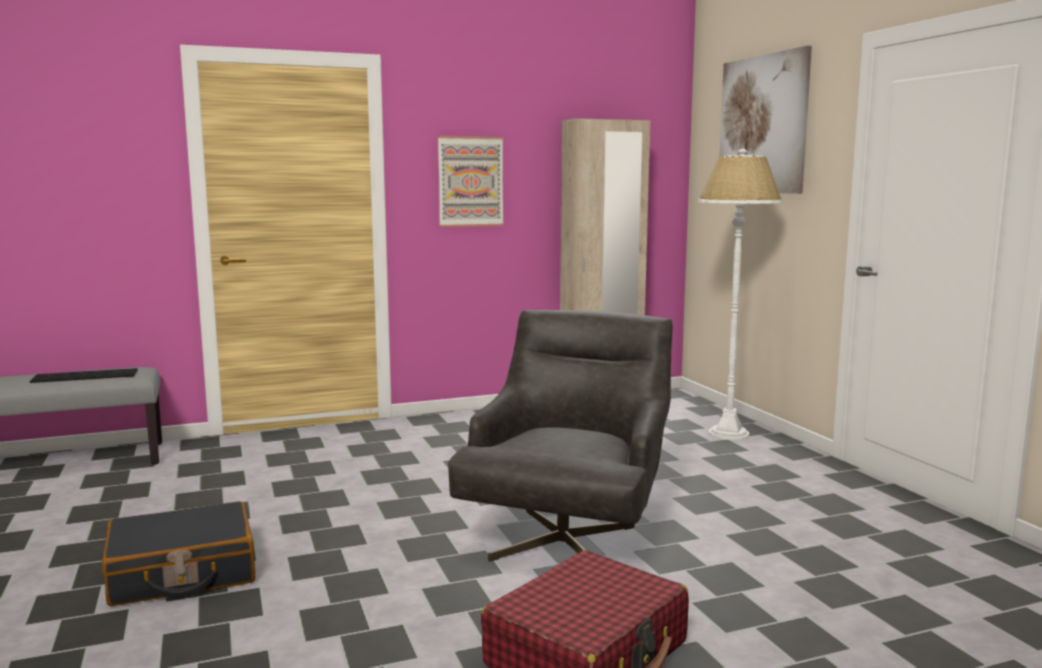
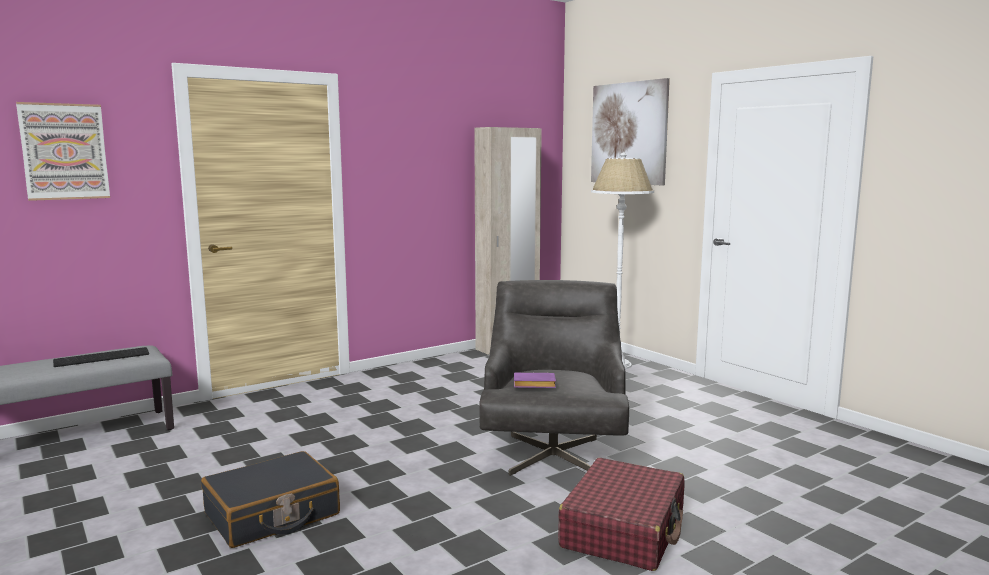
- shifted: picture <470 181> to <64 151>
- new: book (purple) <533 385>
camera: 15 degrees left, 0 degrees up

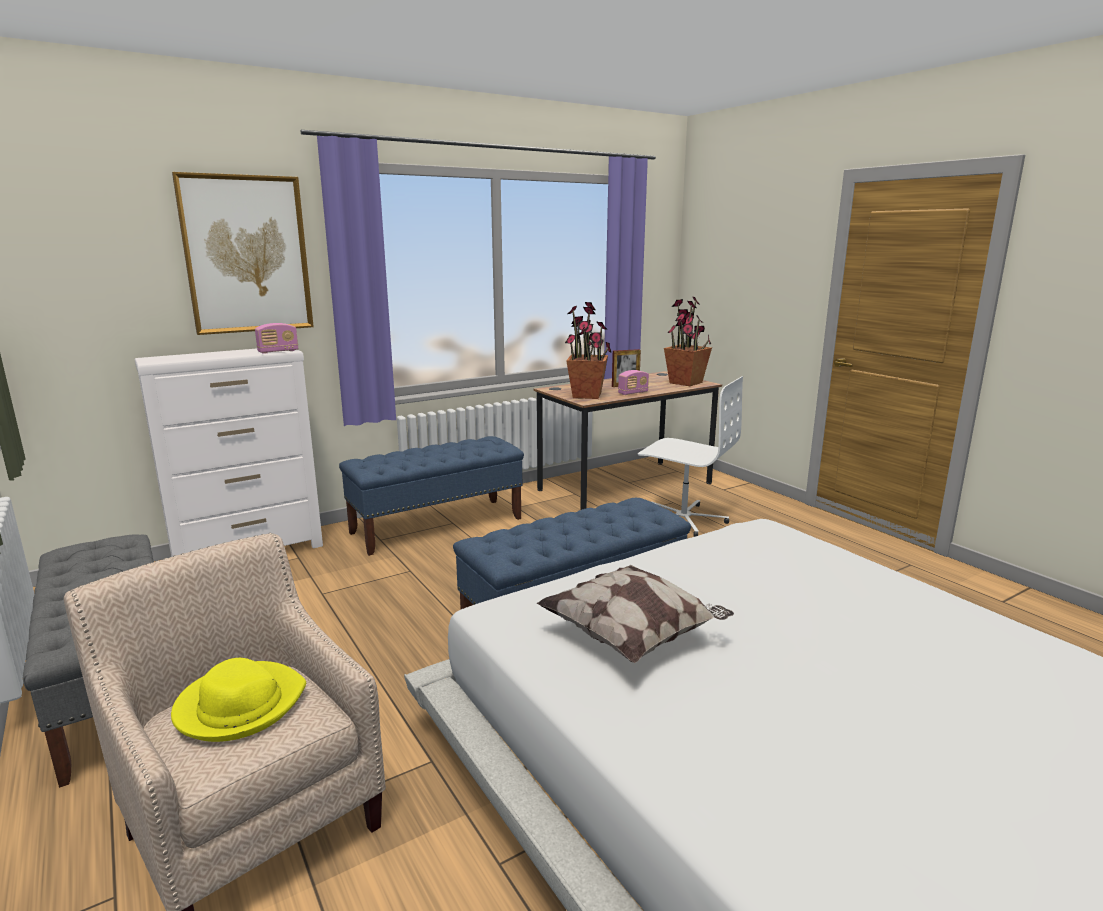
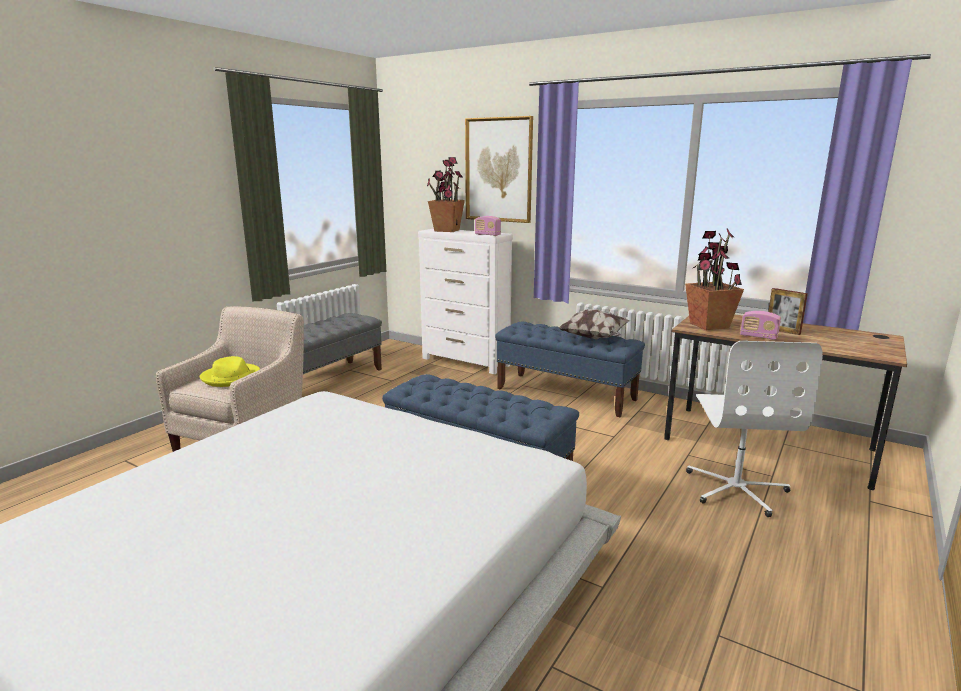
- shifted: potted plant <685 383> to <446 230>
- shifted: pillow <633 637> to <594 338>
camera: 65 degrees right, 0 degrees up

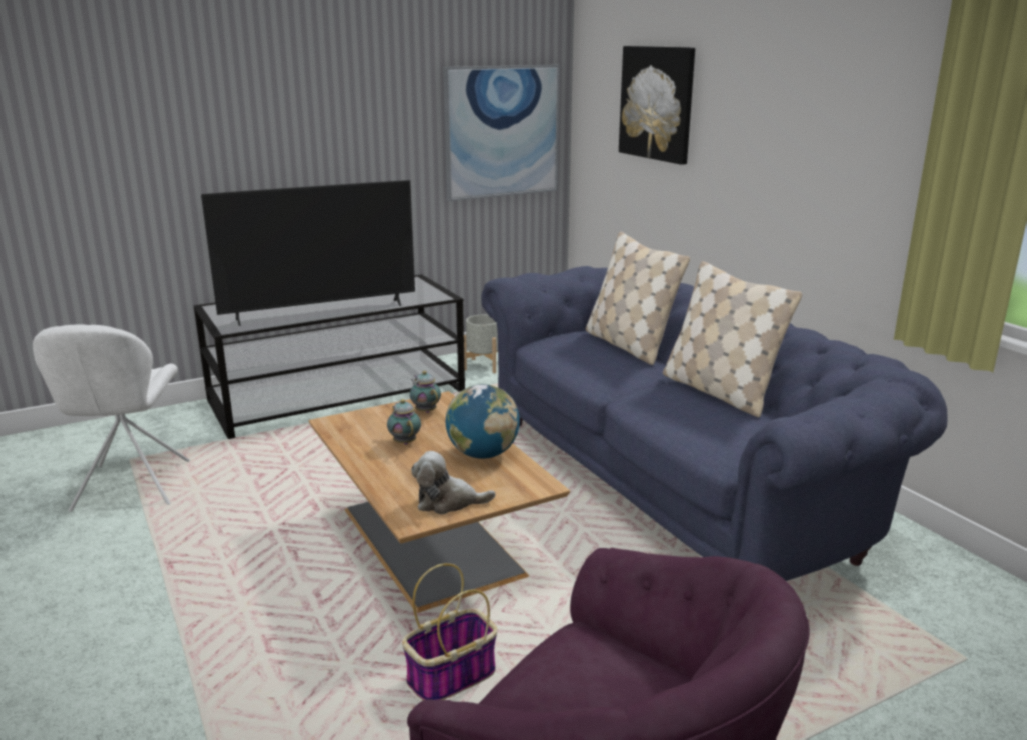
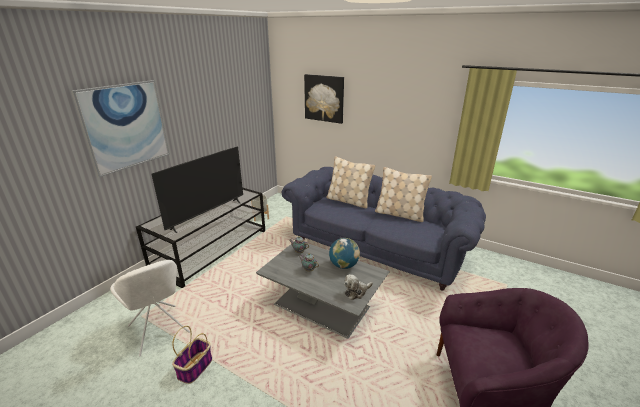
- shifted: picture <502 132> to <125 126>
- shifted: basket <451 677> to <195 368>
- repainted: coffee table (brown) <433 544> to coffee table (grey) <323 306>
camera: 30 degrees left, 5 degrees up

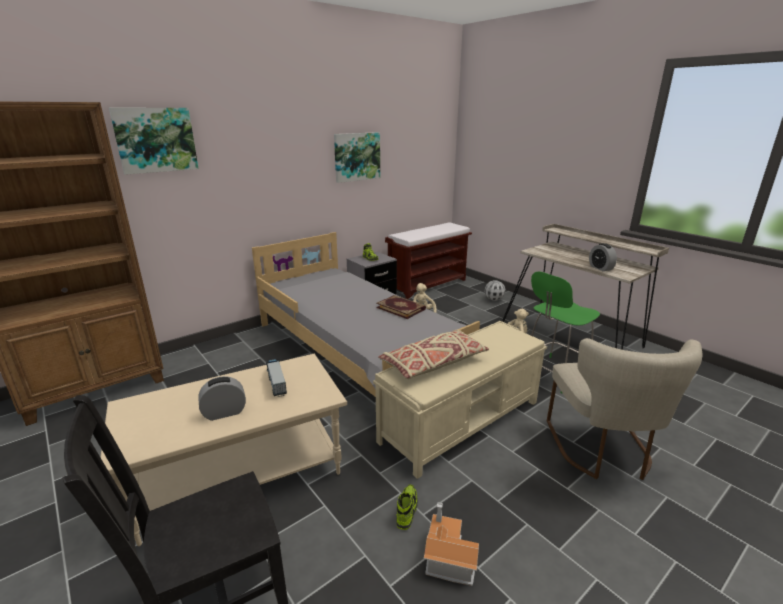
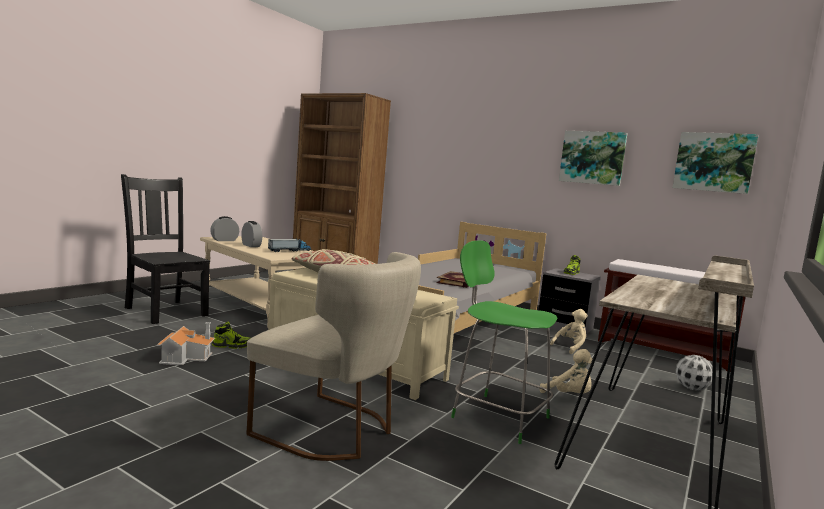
- shifted: alarm clock <600 268> to <224 240>
- rotated: chair (beige) <603 451> = <334 431> 135 degrees counterclockwise
- shifted: picture <155 140> to <713 162>
camera: 70 degrees right, 15 degrees down

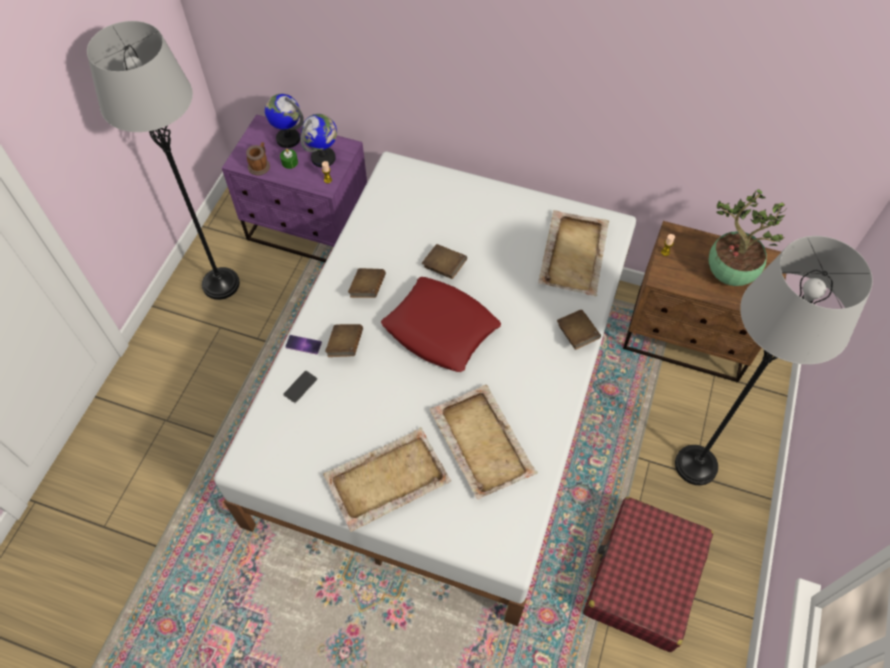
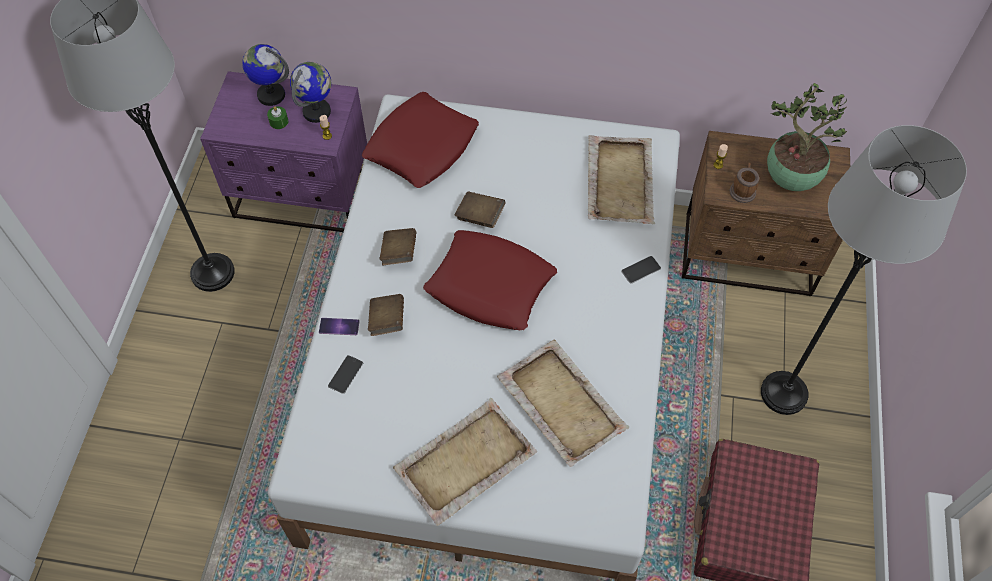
- new: pillow (red) <421 146>
- swapped: book (brown) <576 335> to phone <641 269>
- shifted: mug <260 165> to <742 189>
camera: 10 degrees left, 0 degrees up

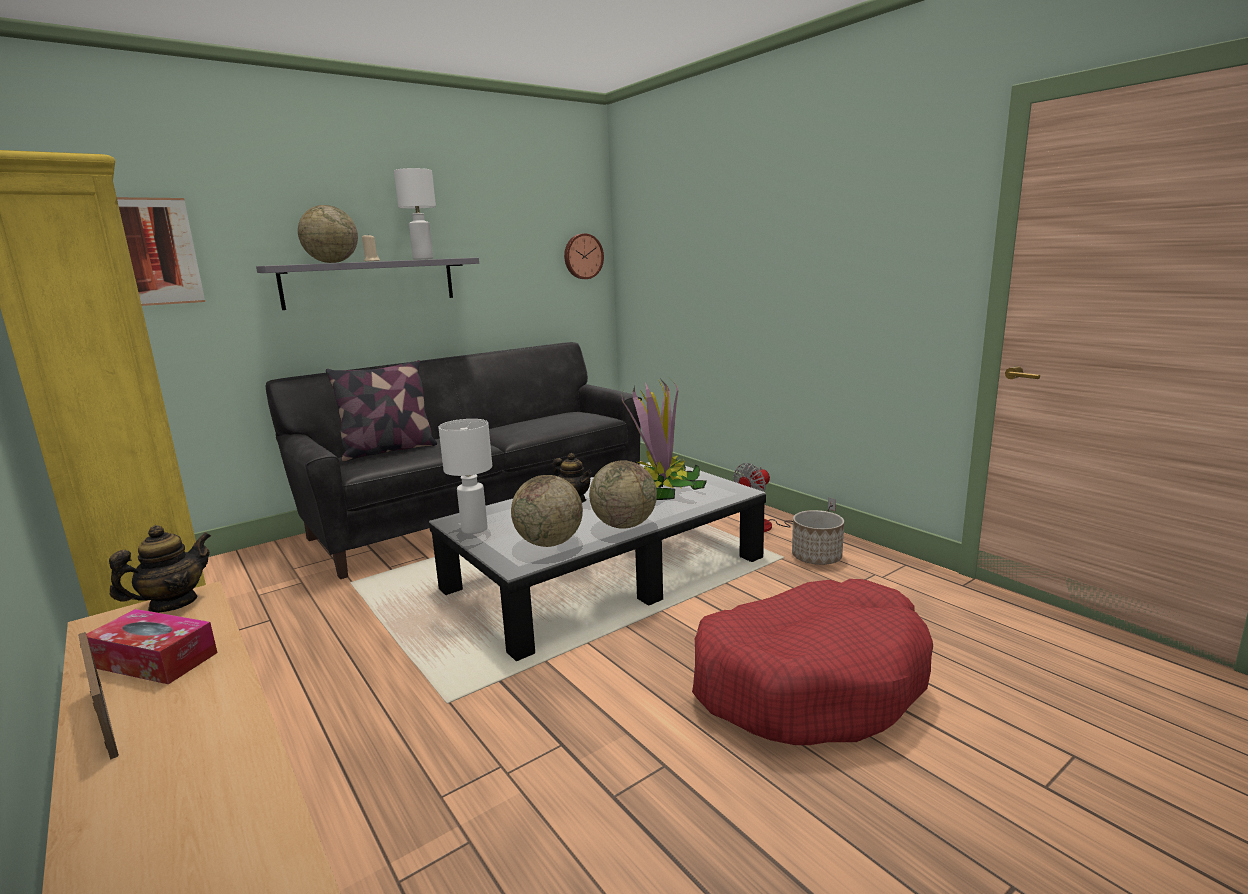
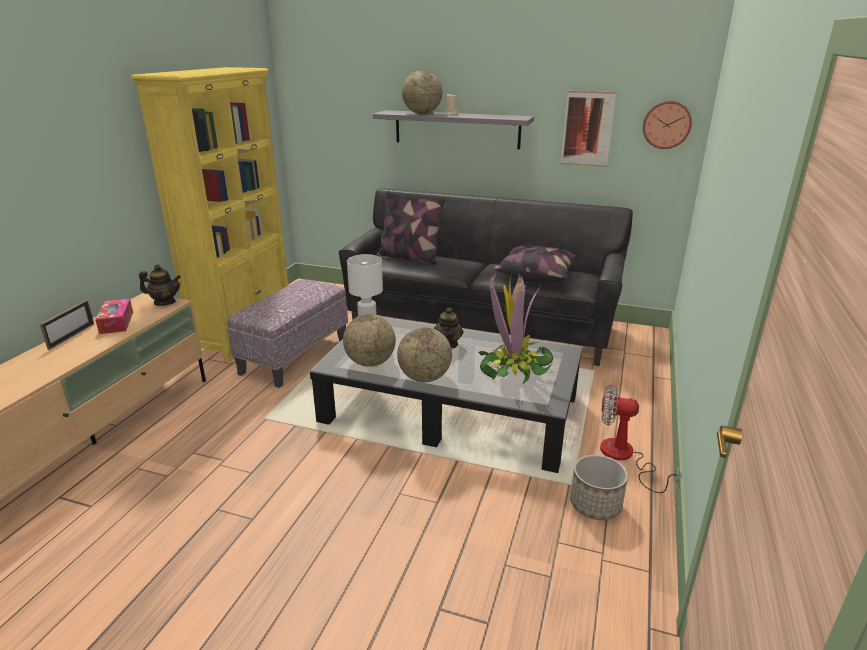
- new: ottoman <294 356>
- new: pillow <536 275>
- shifted: picture <156 252> to <587 129>
- gone: table lamp (white) <422 259>
- gone: dog bed (red) <809 681>
camera: 55 degrees right, 10 degrees up

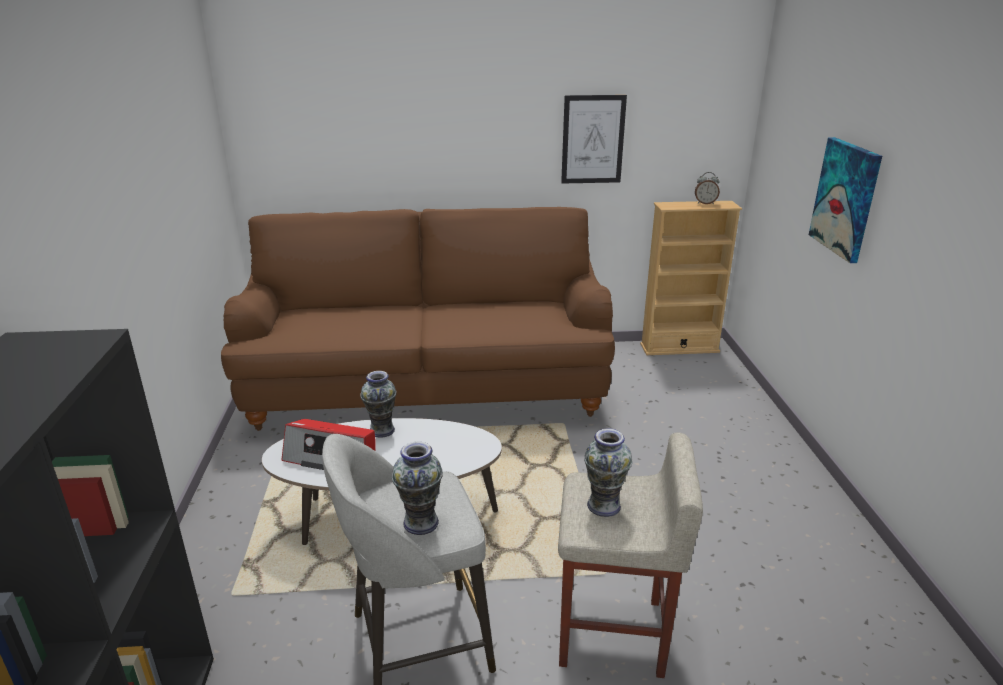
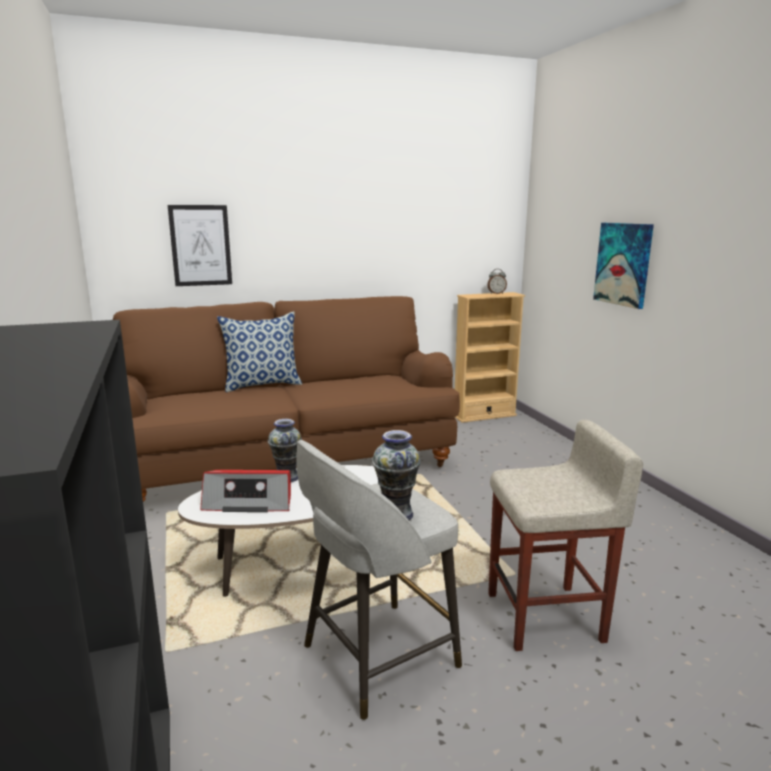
- shifted: picture <593 139> to <200 245>
- new: pillow <262 385>
- gone: vase <603 505>
camera: 15 degrees left, 10 degrees down

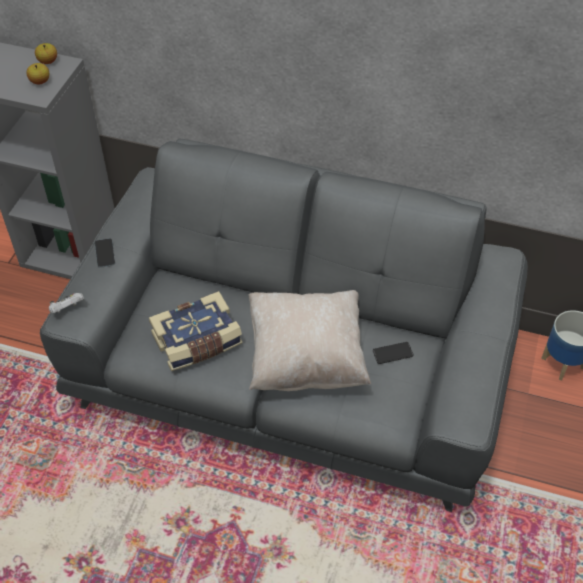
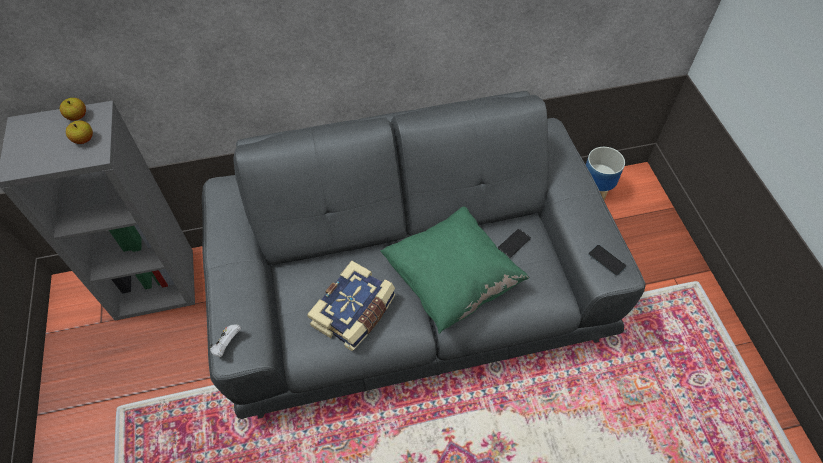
- repainted: pillow (beige) <306 358> to pillow (green) <451 281>
- shifted: phone <105 253> to <607 260>
camera: 30 degrees left, 5 degrees up

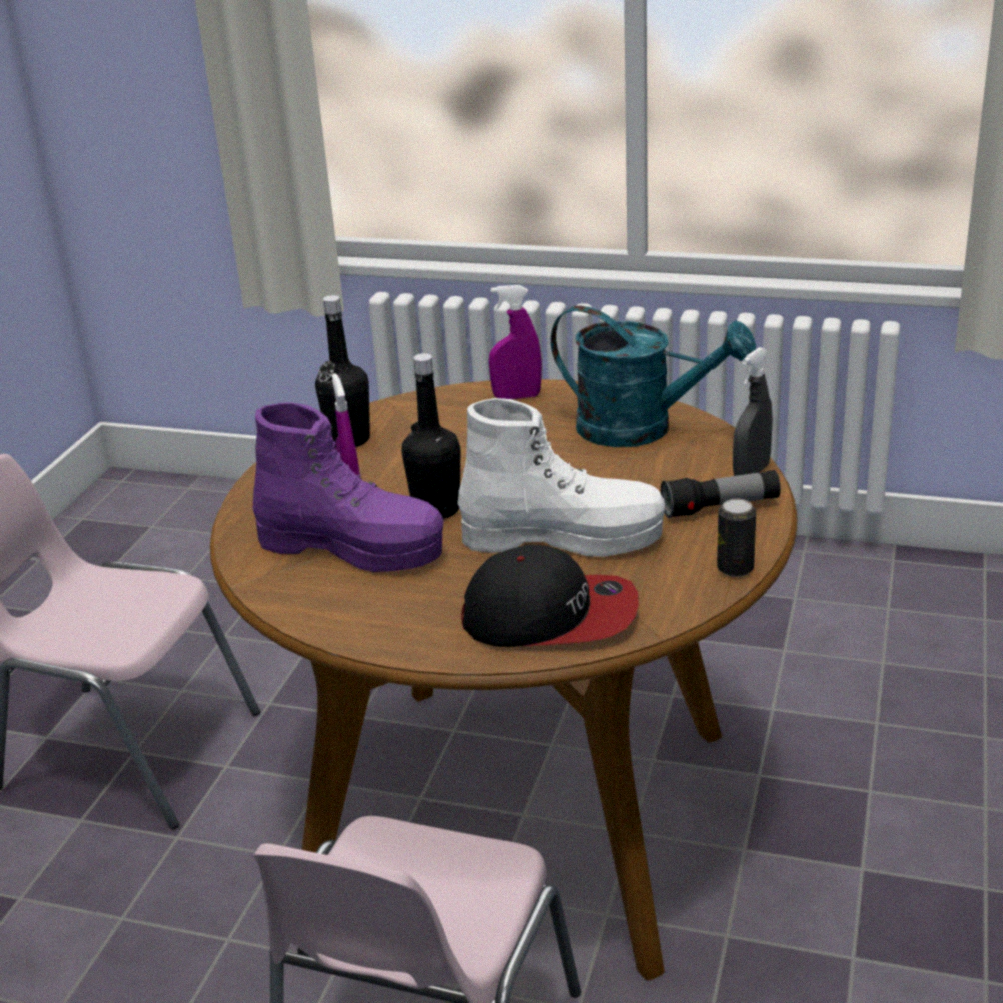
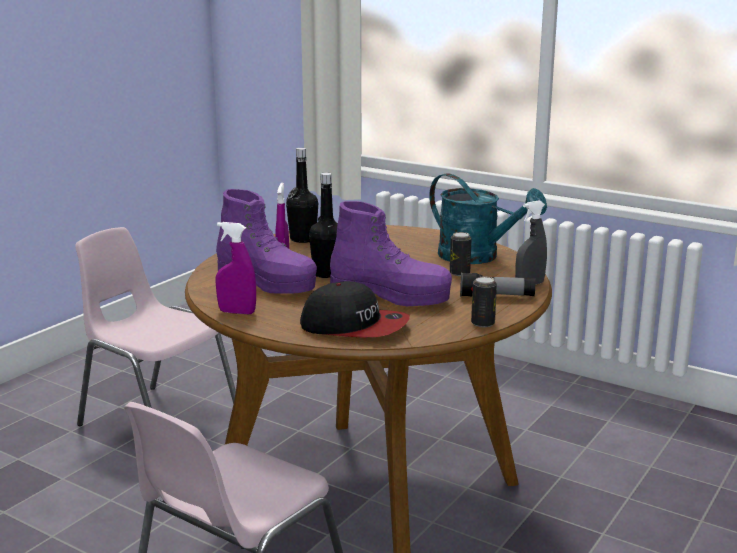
- shifted: spray bottle (purple) <517 396> to <237 312>
- repainted: boot (white) <563 537> to boot (purple) <390 295>
- new: can <459 273>
camera: 15 degrees right, 10 degrees down

